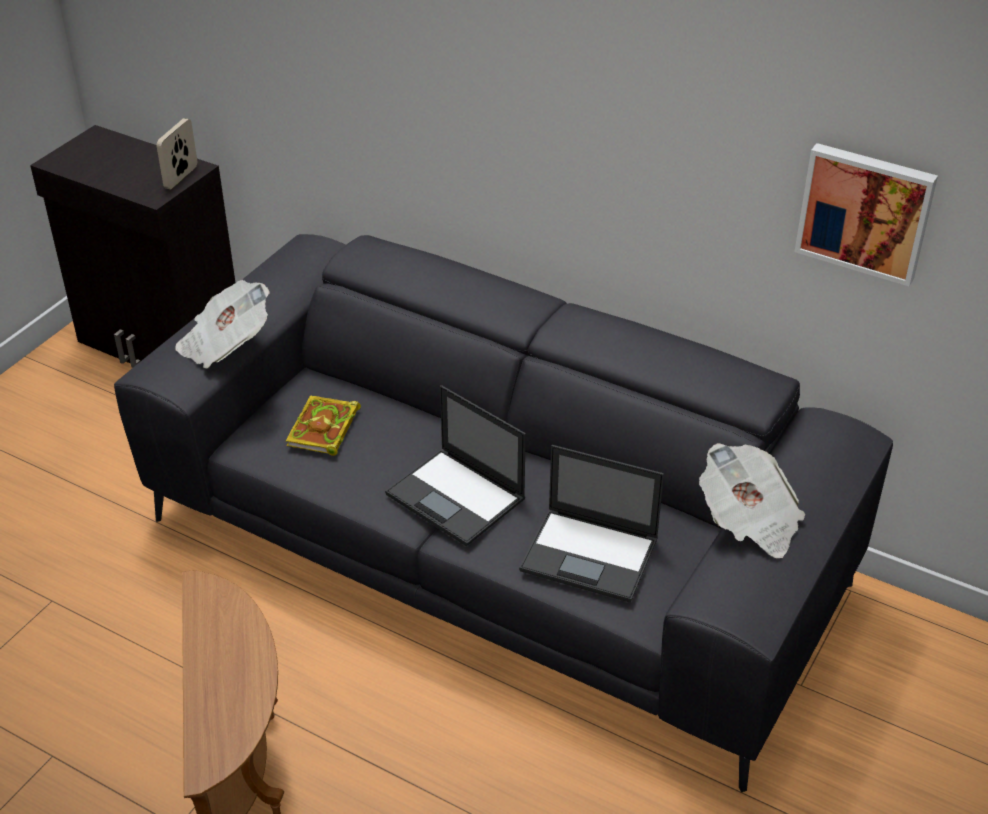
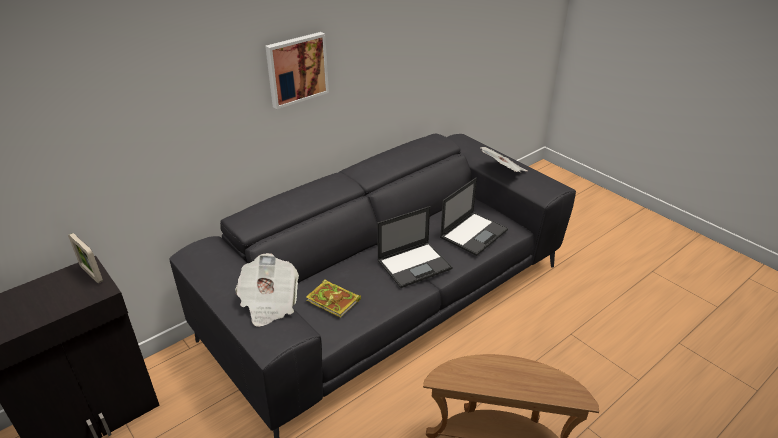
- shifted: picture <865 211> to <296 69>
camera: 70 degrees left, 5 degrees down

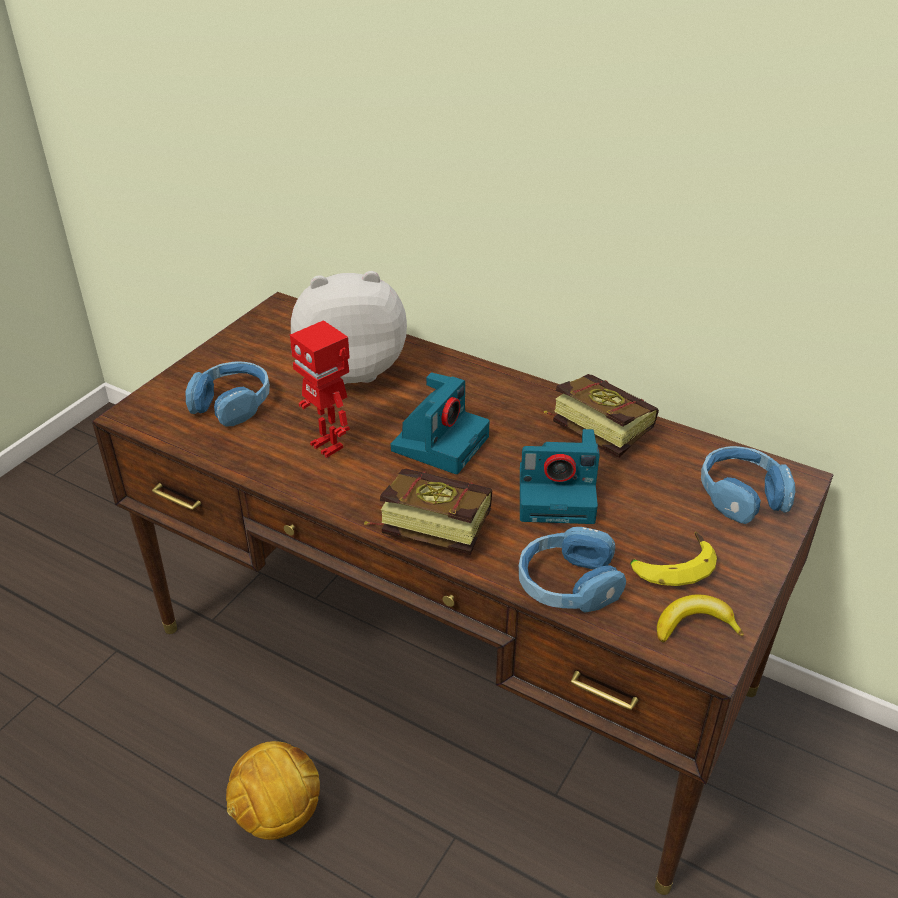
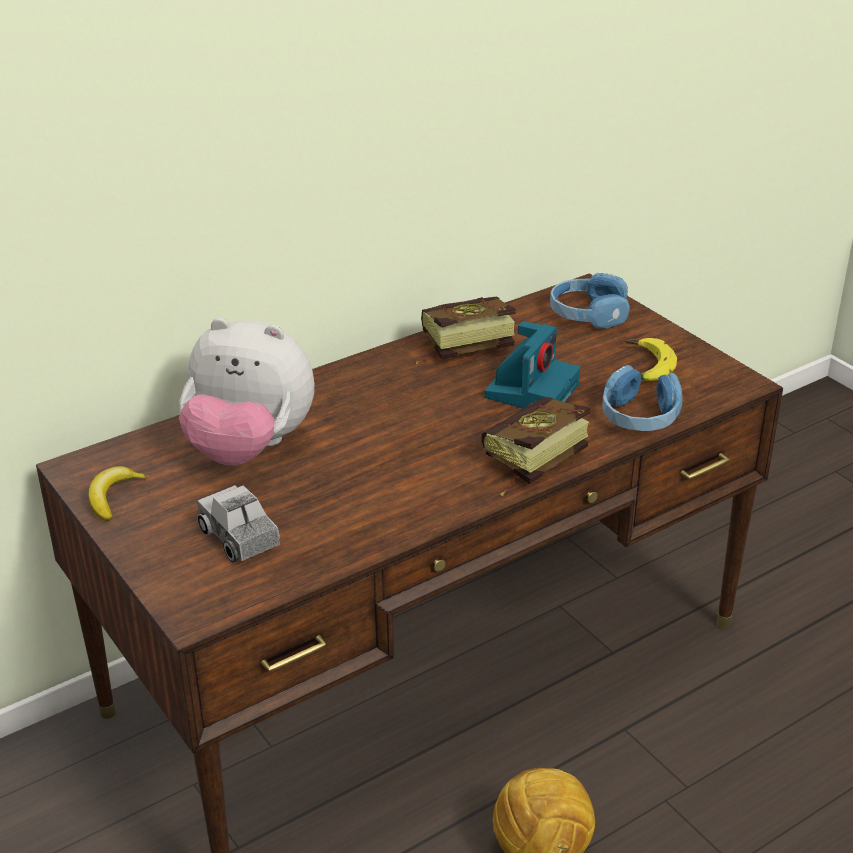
- shifted: banana <694 625> to <113 497>
- rotated: plush toy <351 369> = <249 449> 90 degrees counterclockwise
- swapped: headphones (blue) <232 403> to toy truck <240 538>
- gone: toy robot <328 446>
- gone: photo camera <440 442>
camera: 65 degrees left, 5 degrees down

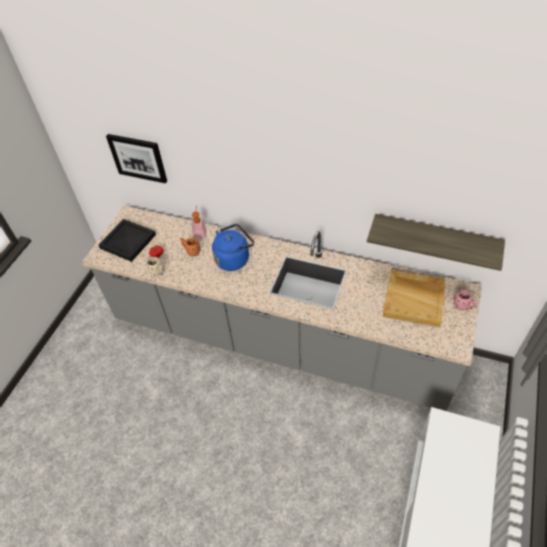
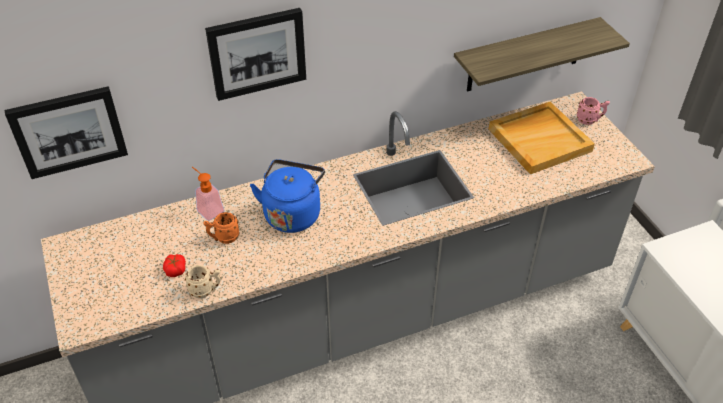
- new: picture <257 53>
- gone: tray (black) <129 241>
camera: 45 degrees left, 5 degrees down

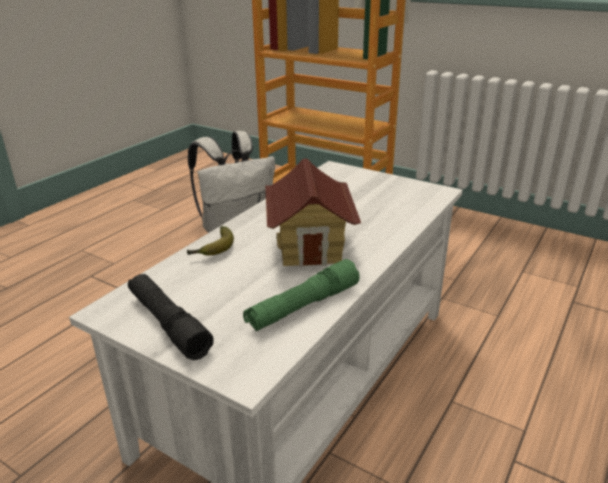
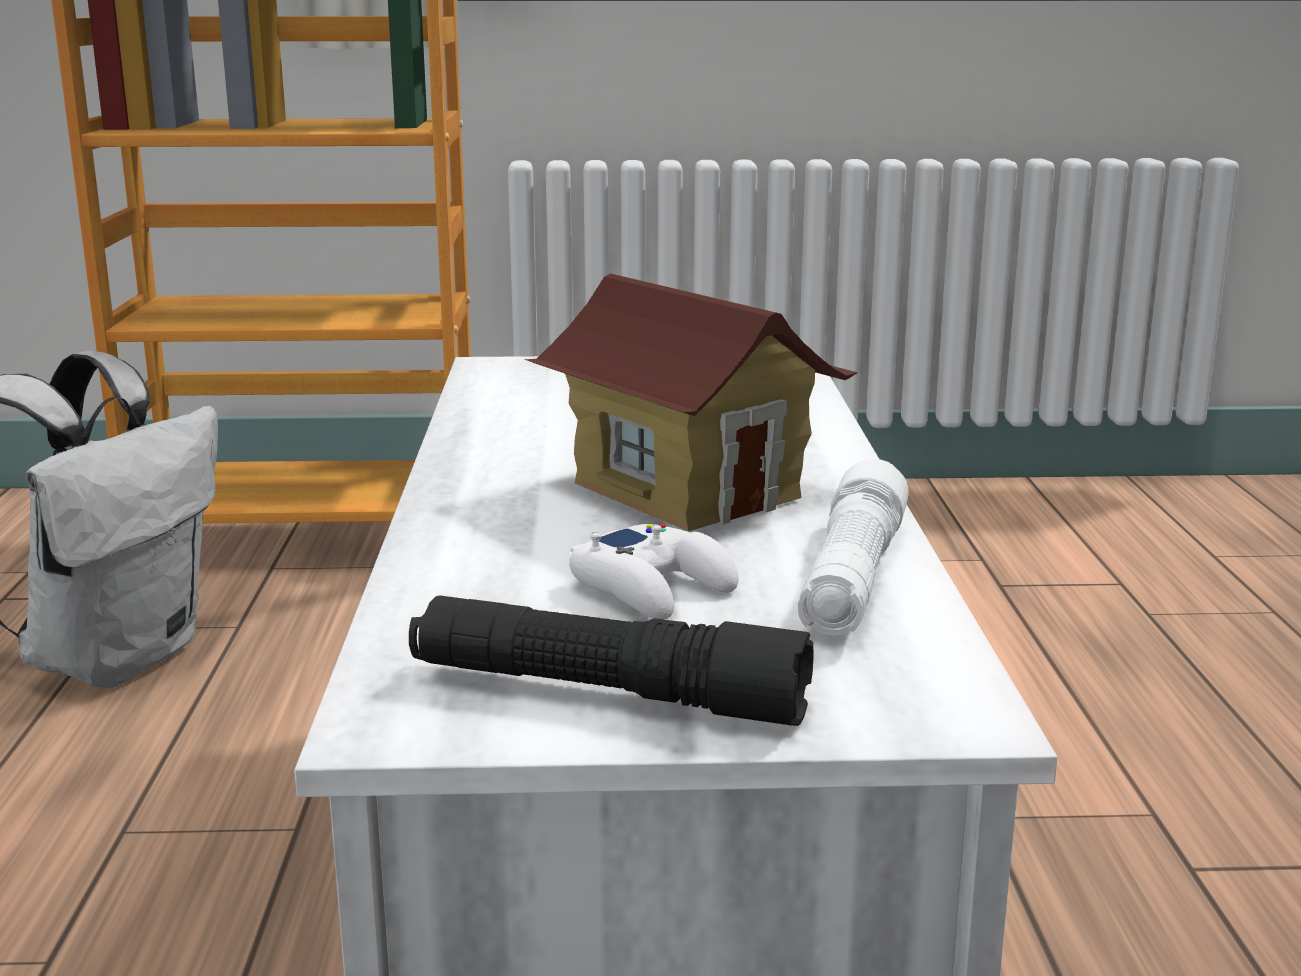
- new: game controller (white) <654 588>
- repainted: flashlight (green) <303 306> to flashlight (white) <852 579>
- gone: banana <213 249>
camera: 35 degrees left, 10 degrees down

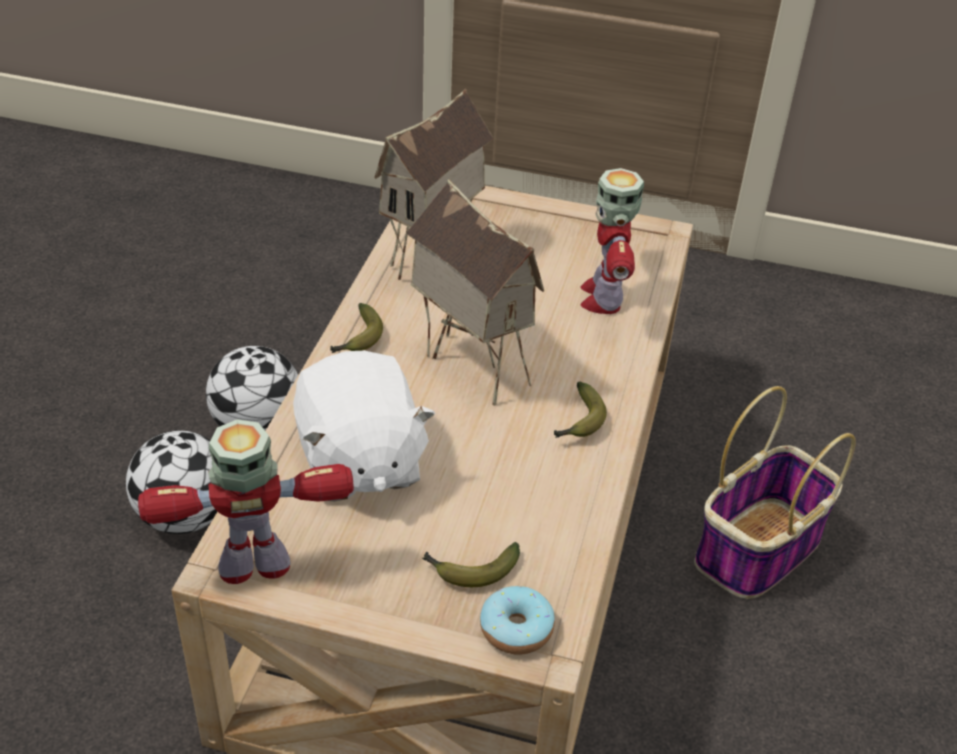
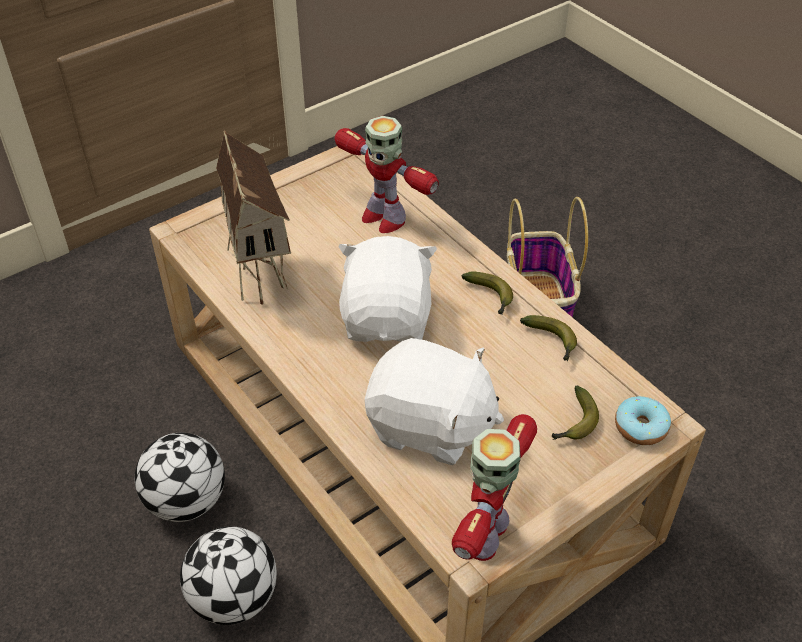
- swapped: toy house <469 366> to plush toy (white) <387 319>
- shifted: banana <358 339> to <552 342>
camera: 50 degrees left, 5 degrees up

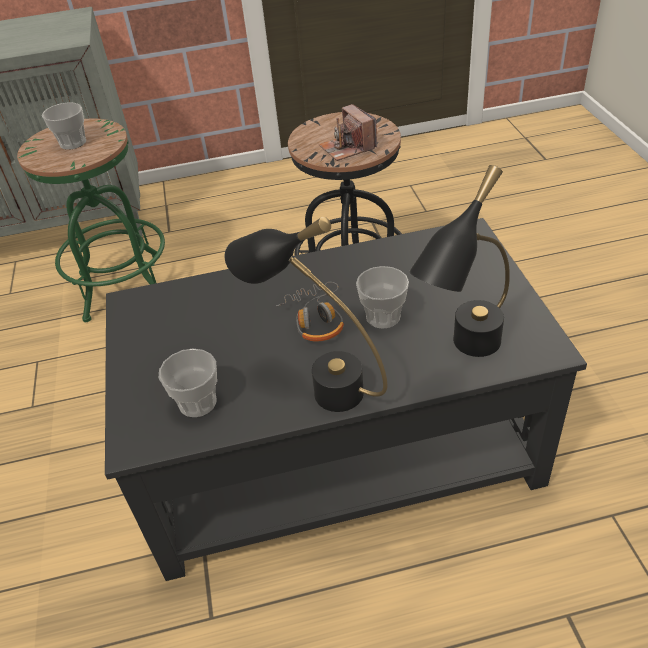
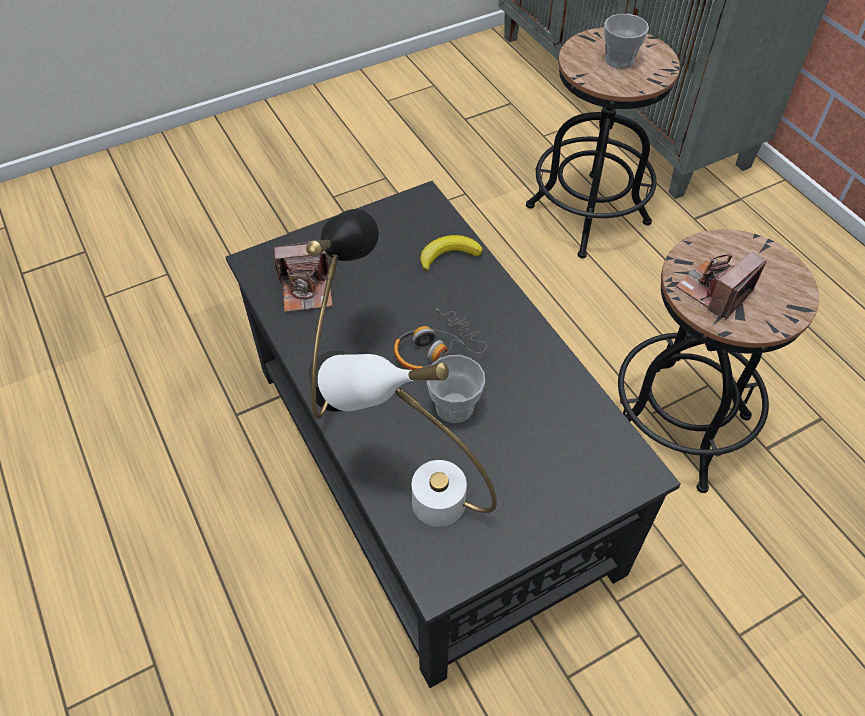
- swapped: cup <197 402> to photo camera <307 289>
- repainted: table lamp (black) <463 353> to table lamp (white) <414 491>
- new: banana <448 255>
- repainted: stool (green) <123 287> to stool (black) <587 214>
camera: 70 degrees right, 10 degrees up

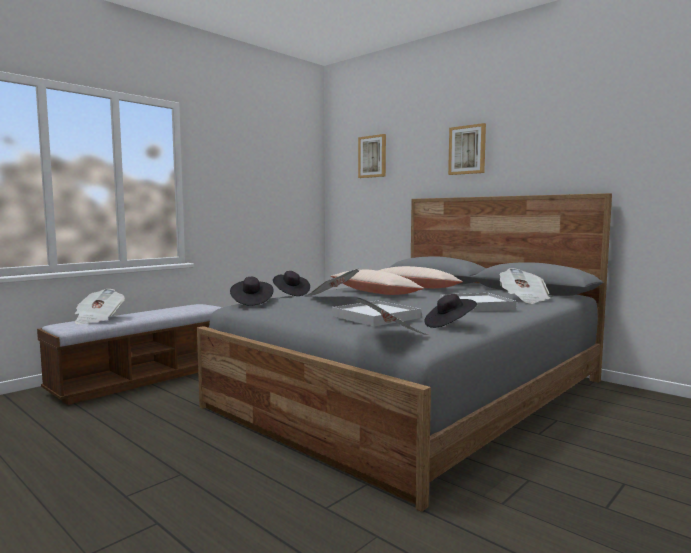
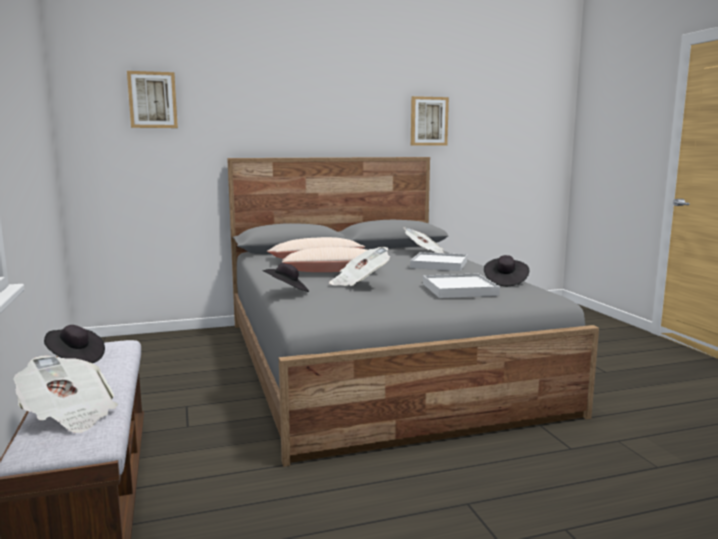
- shifted: hat (black) <251 302> to <75 358>
- shifted: picture <467 150> to <428 121>
- gone: newspaper <391 336>
camera: 60 degrees left, 5 degrees up

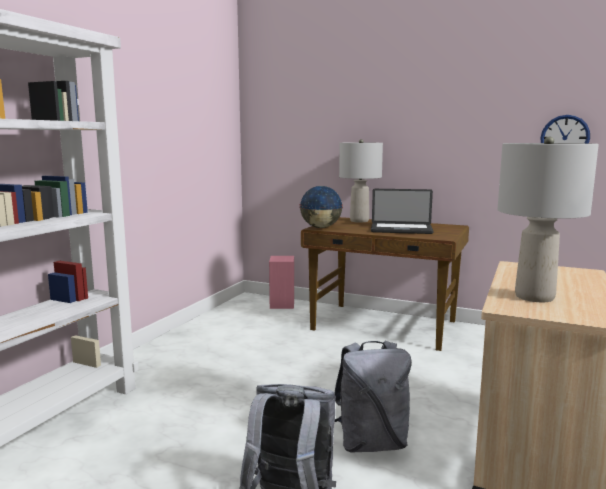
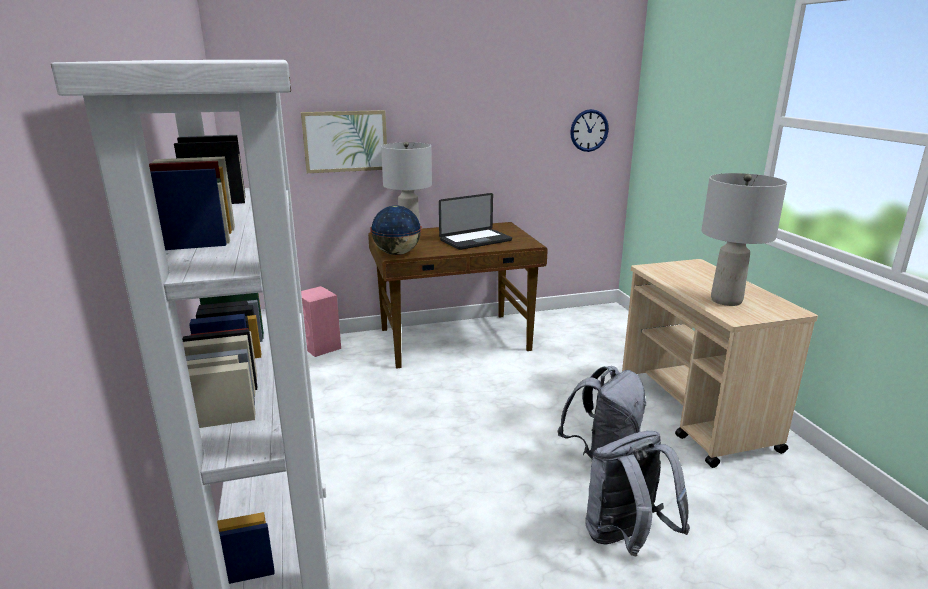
- new: picture <345 141>
camera: 40 degrees left, 10 degrees up

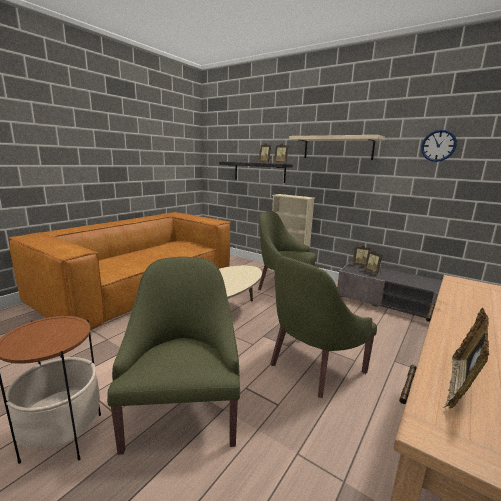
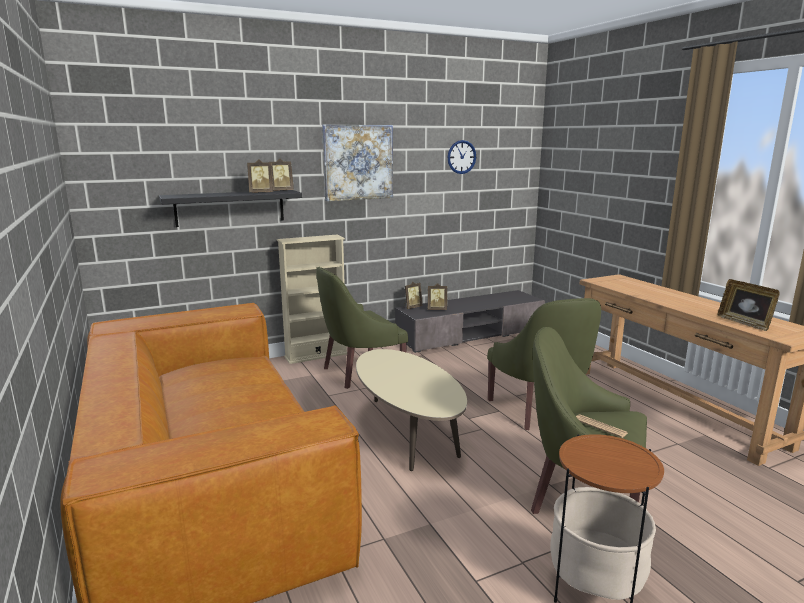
- swapped: shelf (beige) <337 148> to picture <358 162>
- new: newspaper <600 426>
camera: 60 degrees left, 0 degrees up

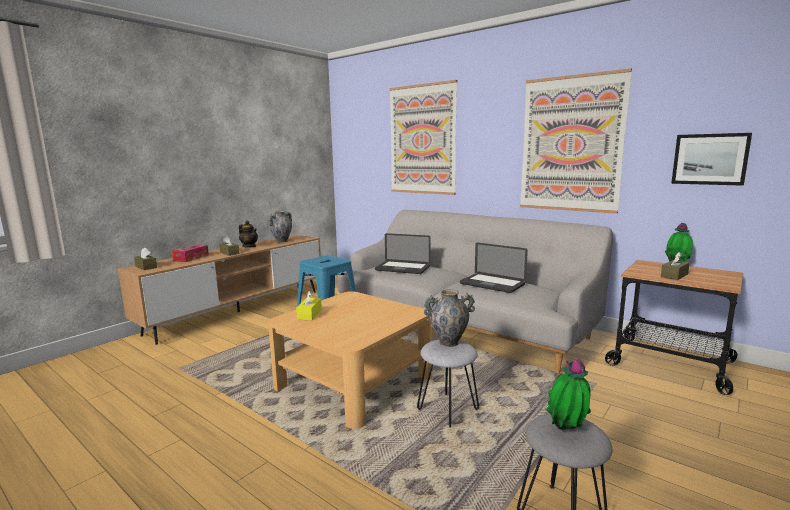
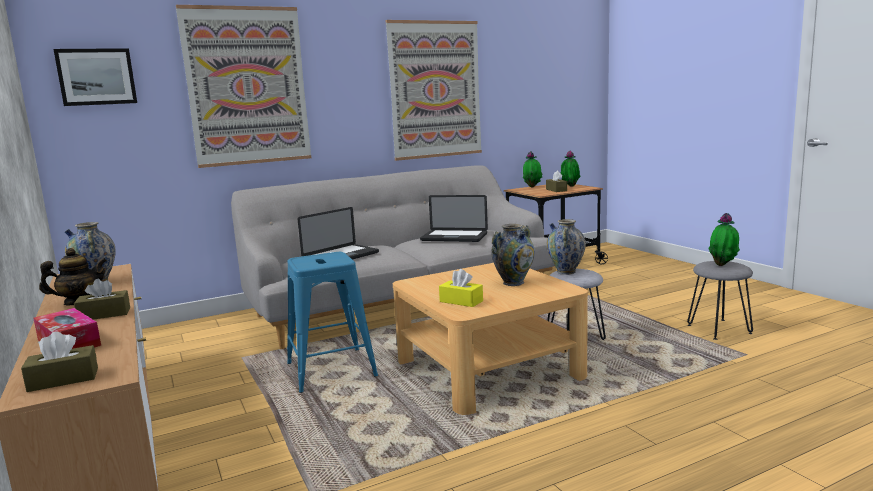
- shifted: picture <709 159> to <96 77>
- rotated: laptop <492 284> = <454 237> 45 degrees clockwise
- new: vase <513 283>
- new: potted plant <570 186>
camera: 65 degrees left, 0 degrees up

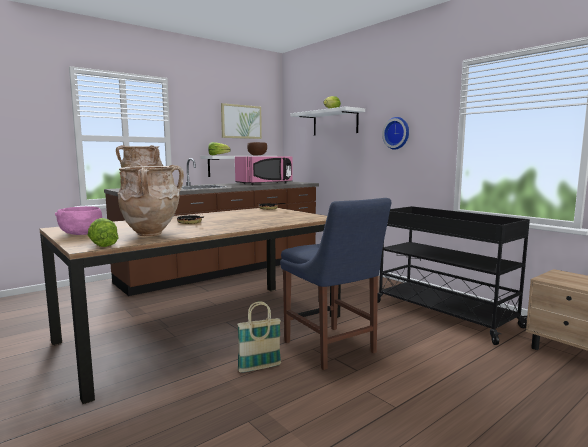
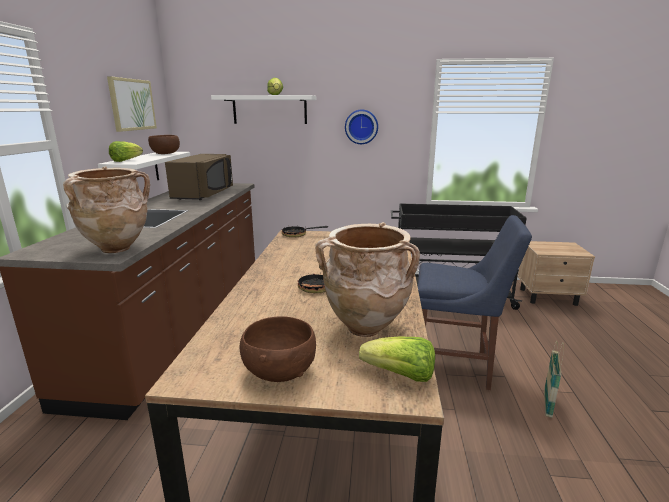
- repainted: microwave (pink) <265 184> to microwave (brown) <205 194>
- repainted: bowl (pink) <81 233> to bowl (brown) <279 371>
- shifted: basket <259 368> to <547 404>
camera: 45 degrees left, 10 degrees up

